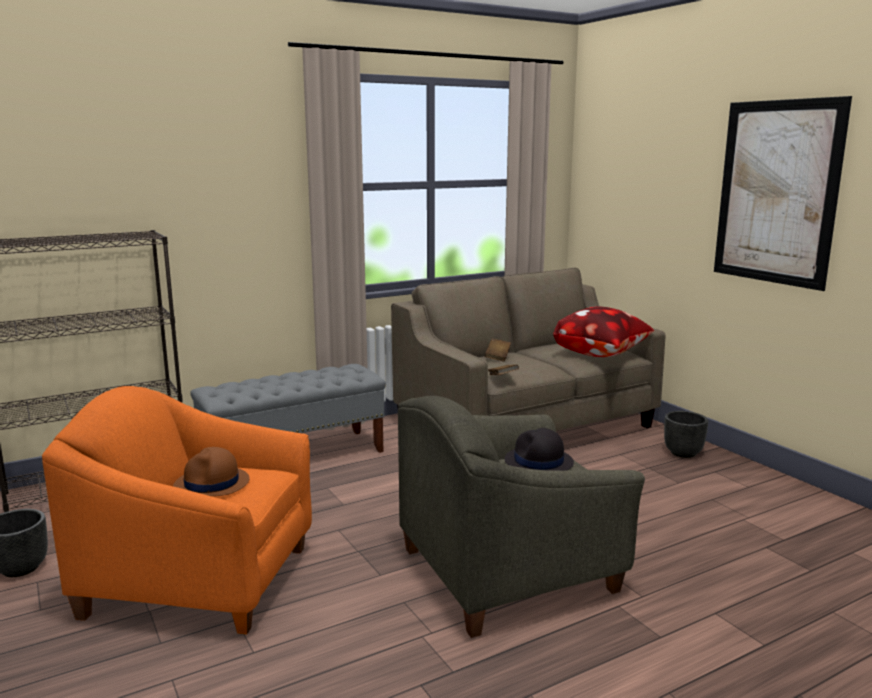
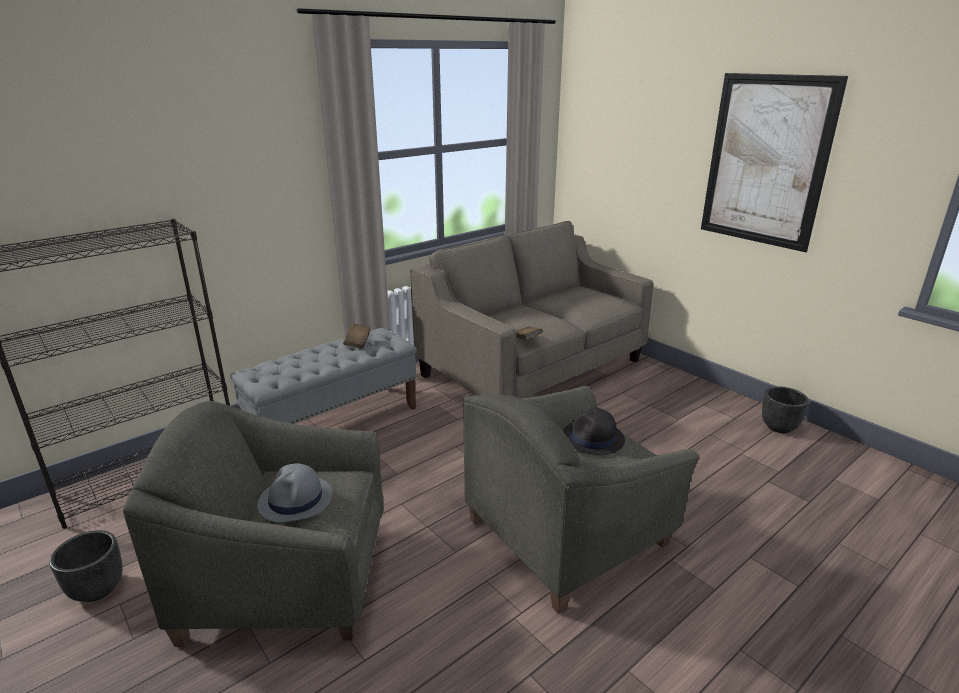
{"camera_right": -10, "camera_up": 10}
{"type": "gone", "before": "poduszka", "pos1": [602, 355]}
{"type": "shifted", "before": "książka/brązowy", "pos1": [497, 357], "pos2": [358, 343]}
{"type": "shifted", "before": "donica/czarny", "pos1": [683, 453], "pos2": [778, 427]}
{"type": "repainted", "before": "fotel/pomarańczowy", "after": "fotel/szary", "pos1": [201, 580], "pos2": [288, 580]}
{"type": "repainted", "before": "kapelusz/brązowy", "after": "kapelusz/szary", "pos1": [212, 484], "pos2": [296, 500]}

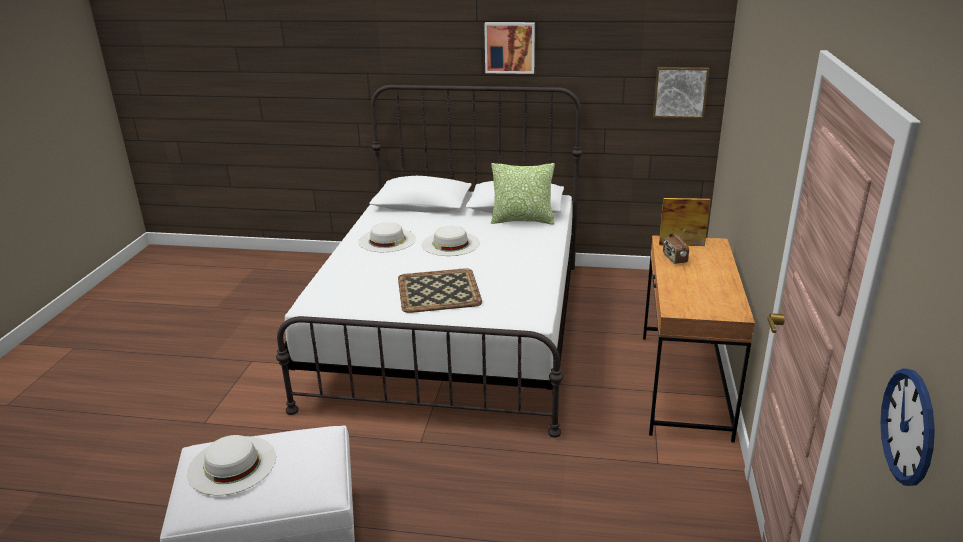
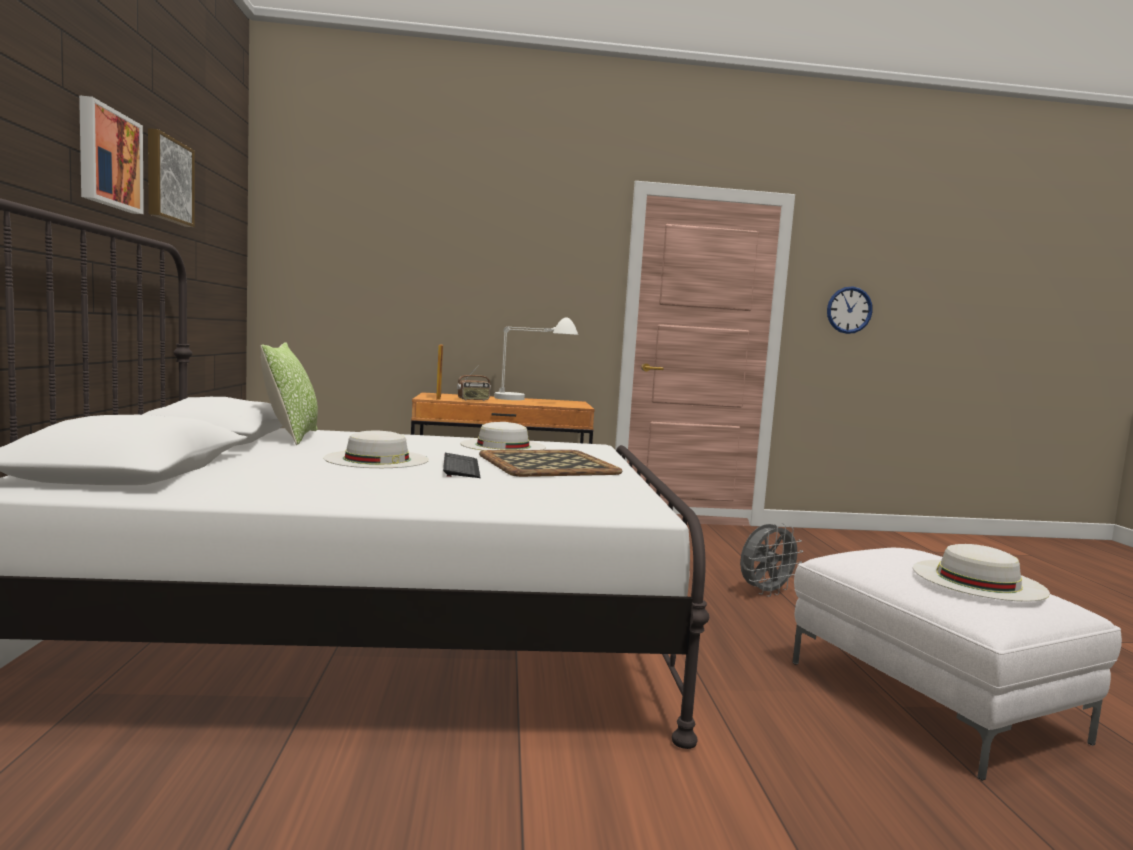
{"camera_right": -105, "camera_up": -20}
{"type": "new", "after": "klawiatura", "pos2": [461, 468]}
{"type": "new", "after": "lampa stołowa/biały", "pos2": [530, 401]}
{"type": "new", "after": "wentylator/szary", "pos2": [765, 592]}
{"type": "shifted", "before": "kapelusz/biały", "pos1": [387, 240], "pos2": [503, 445]}
{"type": "shifted", "before": "obraz", "pos1": [680, 92], "pos2": [167, 180]}

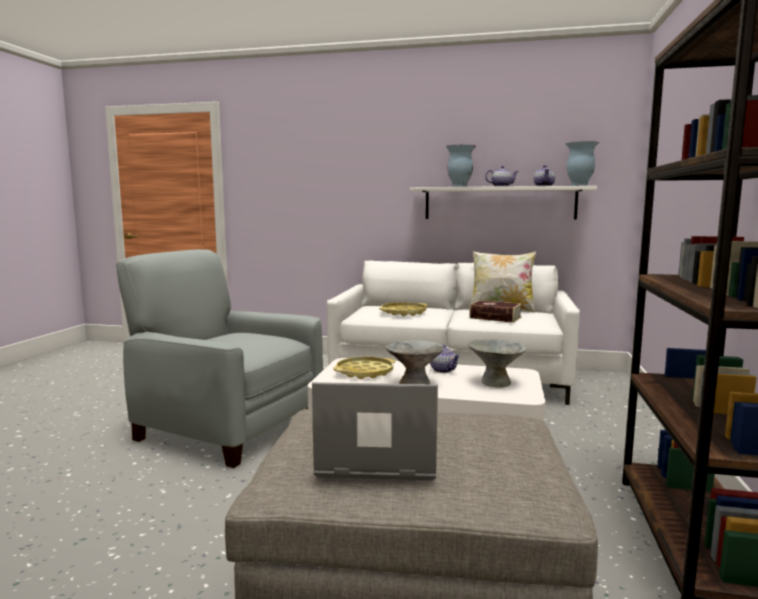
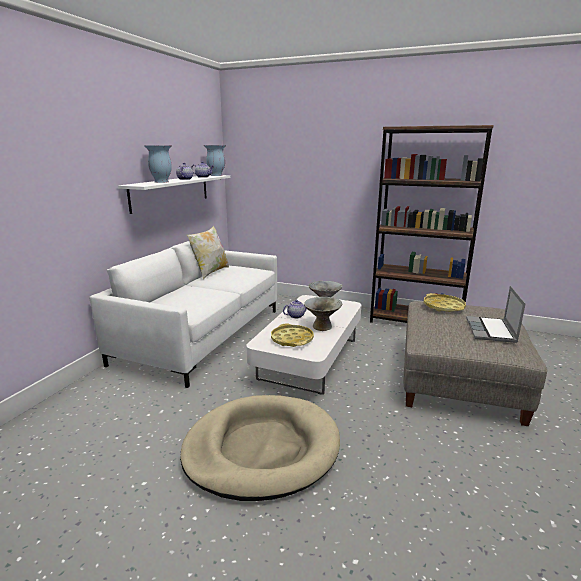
{"camera_right": -80, "camera_up": 10}
{"type": "gone", "before": "książka", "pos1": [495, 317]}
{"type": "shifted", "before": "taca/żółty", "pos1": [403, 313], "pos2": [443, 306]}
{"type": "swapped", "before": "fotel/szary", "after": "legowisko/beżowy", "pos1": [228, 427], "pos2": [261, 449]}

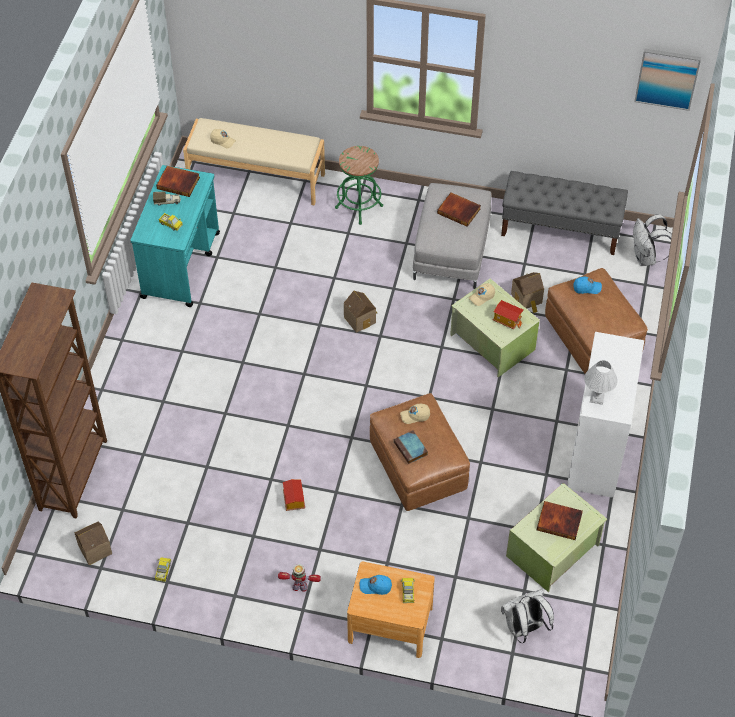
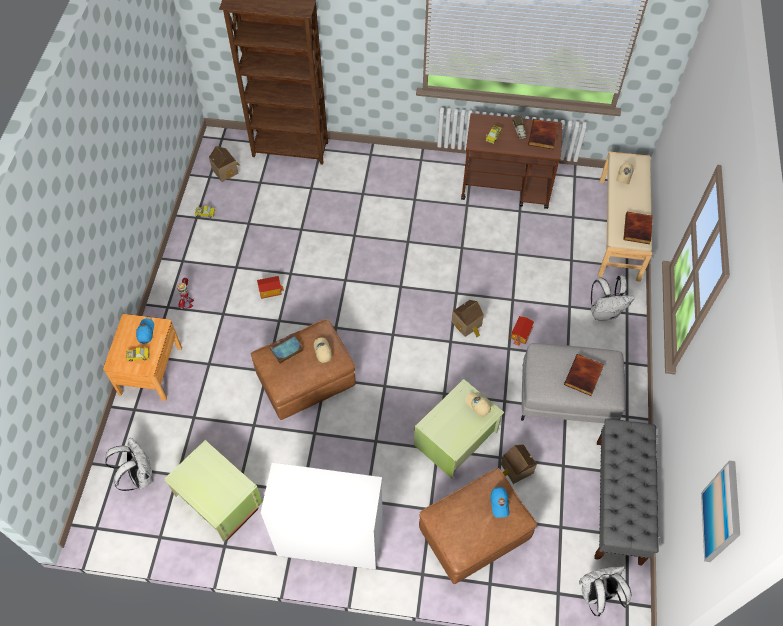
{"camera_right": 85, "camera_up": 5}
{"type": "gone", "before": "lampa stołowa/biały", "pos1": [596, 398]}
{"type": "shifted", "before": "domek", "pos1": [507, 320], "pos2": [521, 334]}
{"type": "shifted", "before": "książka", "pos1": [559, 521], "pos2": [638, 229]}
{"type": "swapped", "before": "stołek/zielony", "after": "plecak/biały", "pos1": [359, 207], "pos2": [604, 312]}
{"type": "repainted", "before": "wózek/turkusowy", "after": "wózek/brązowy", "pos1": [181, 264], "pos2": [506, 187]}

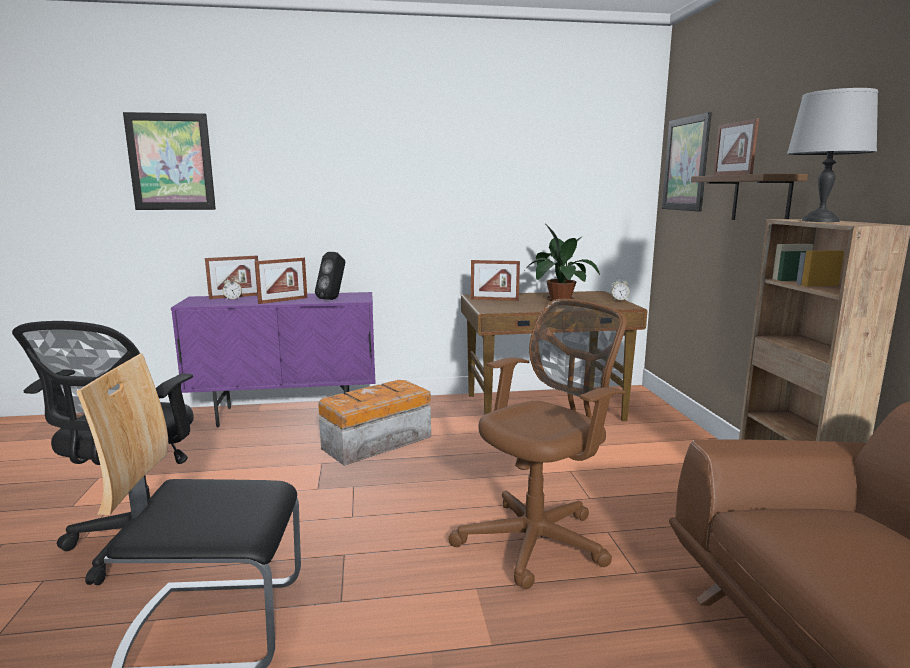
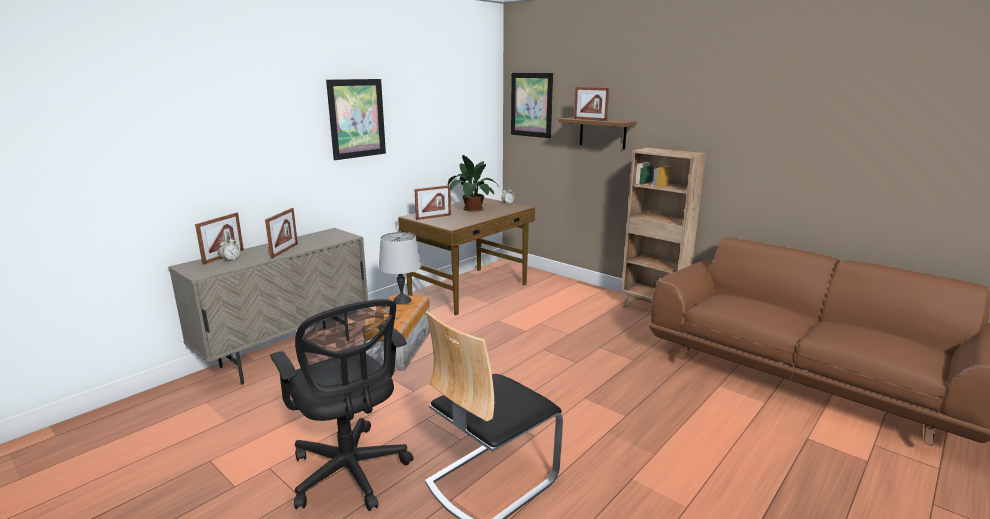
{"camera_right": -40, "camera_up": 5}
{"type": "gone", "before": "głośnik/czarny", "pos1": [333, 299]}
{"type": "gone", "before": "krzesło biurowe/brązowy", "pos1": [538, 540]}
{"type": "shifted", "before": "obraz", "pos1": [171, 162], "pos2": [357, 118]}
{"type": "shifted", "before": "lampa stołowa/szary", "pos1": [821, 221], "pos2": [402, 300]}
{"type": "repainted", "before": "szafka/fioletowy", "after": "szafka/beżowy", "pos1": [287, 414], "pos2": [288, 353]}

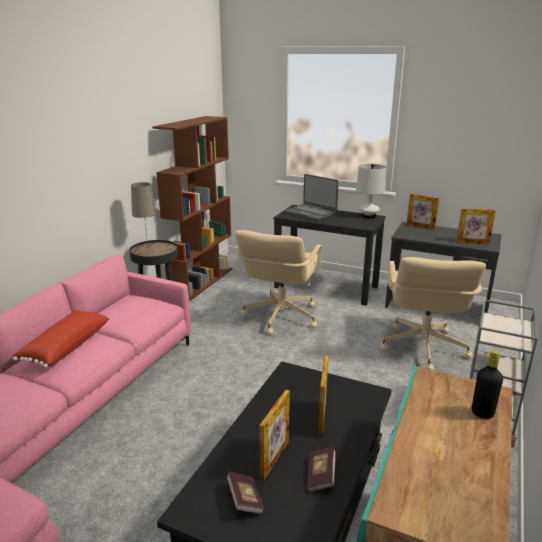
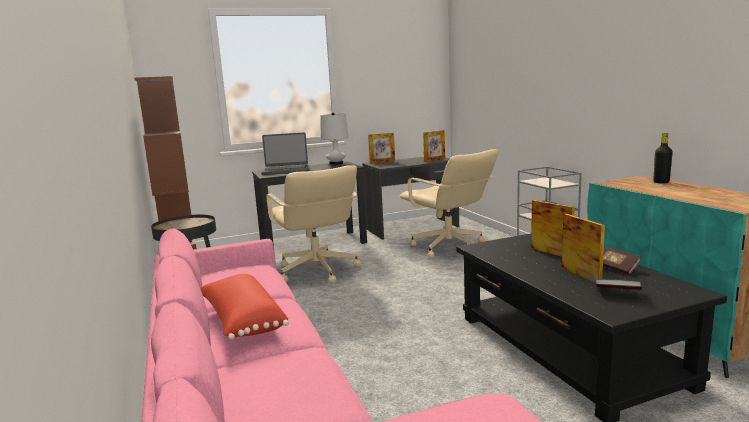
{"camera_right": -45, "camera_up": -10}
{"type": "gone", "before": "lampa stołowa/beżowy", "pos1": [148, 254]}

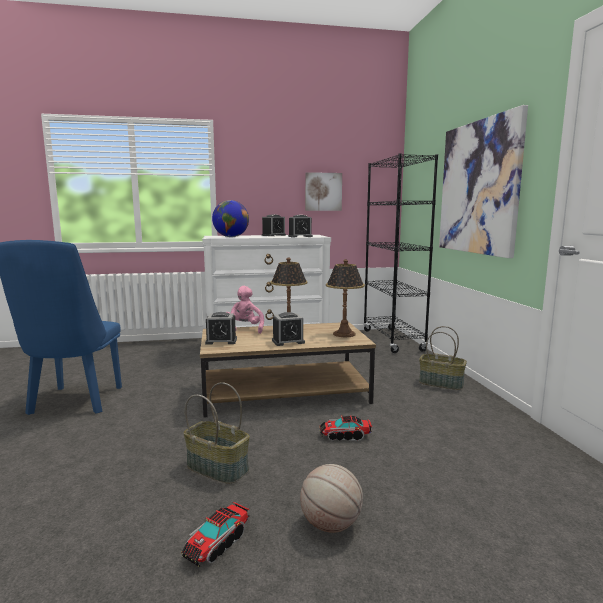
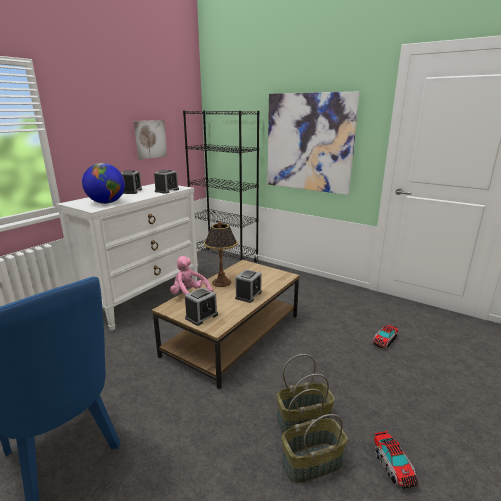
{"camera_right": -45, "camera_up": 10}
{"type": "gone", "before": "piłka do koszykówki", "pos1": [330, 525]}
{"type": "gone", "before": "lampa stołowa", "pos1": [344, 334]}
{"type": "shifted", "before": "ciężarówka zabawkowa", "pos1": [344, 436], "pos2": [384, 341]}
{"type": "shifted", "before": "koszyk", "pos1": [441, 383], "pos2": [312, 462]}

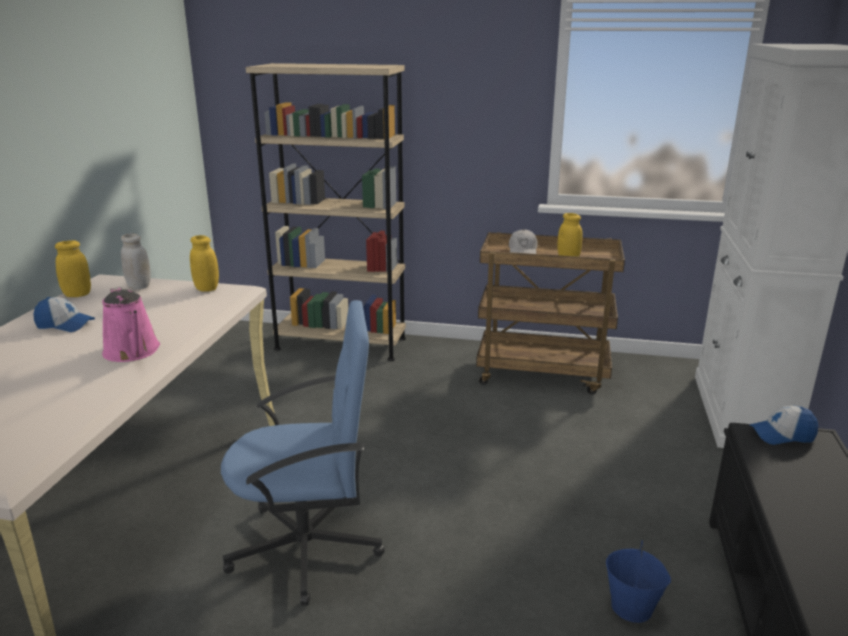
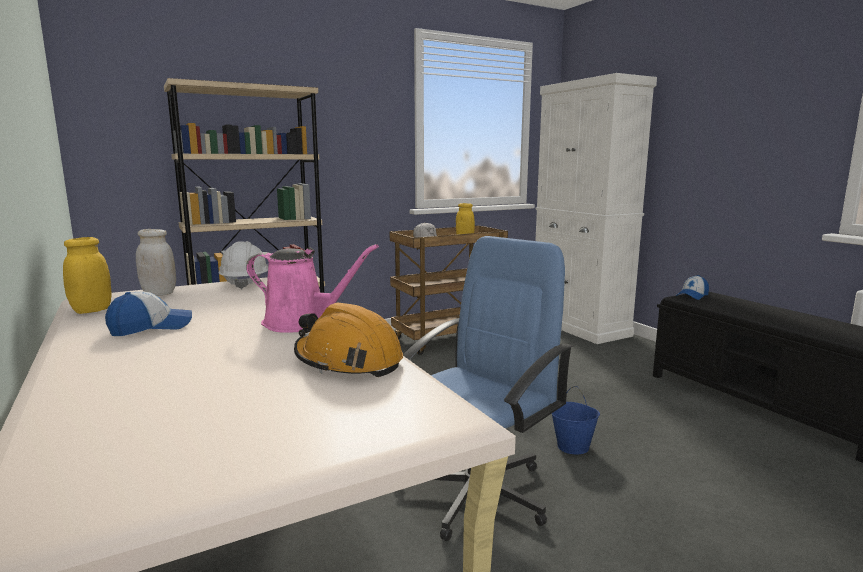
{"camera_right": -40, "camera_up": -10}
{"type": "new", "after": "kask/pomarańczowy", "pos2": [348, 361]}
{"type": "shifted", "before": "wiadro/niebieski", "pos1": [632, 607], "pos2": [573, 446]}
{"type": "swapped", "before": "słoik/żółty", "after": "kask/biały", "pos1": [207, 288], "pos2": [245, 283]}

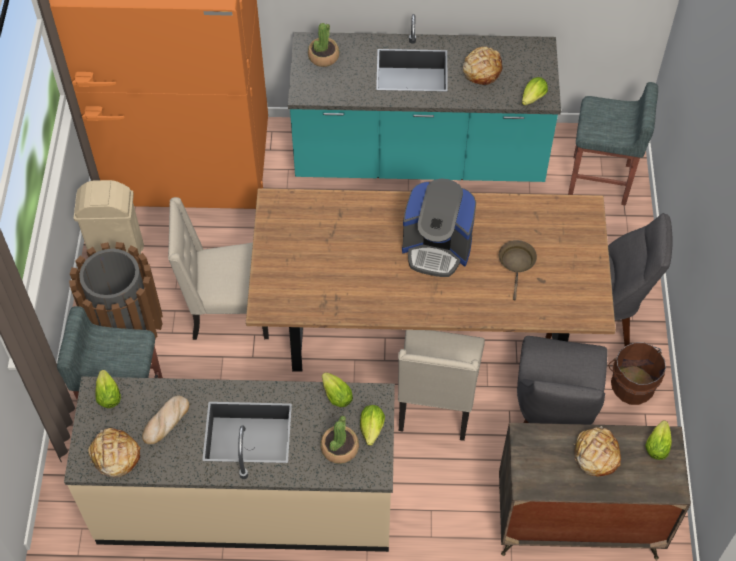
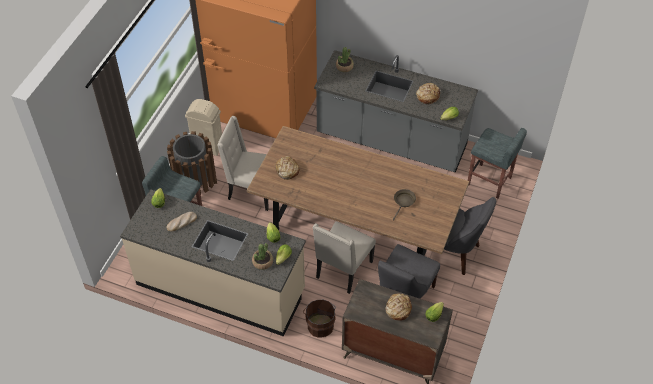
{"camera_right": 20, "camera_up": -5}
{"type": "gone", "before": "ekspres do kawy", "pos1": [437, 248]}
{"type": "shifted", "before": "chleb", "pos1": [115, 456], "pos2": [287, 170]}
{"type": "shifted", "before": "wiadro/brązowy", "pos1": [631, 383], "pos2": [320, 324]}
{"type": "repainted", "before": "zabudowa kuchenna/turkusowy", "after": "zabudowa kuchenna/szary", "pos1": [419, 158], "pos2": [391, 141]}

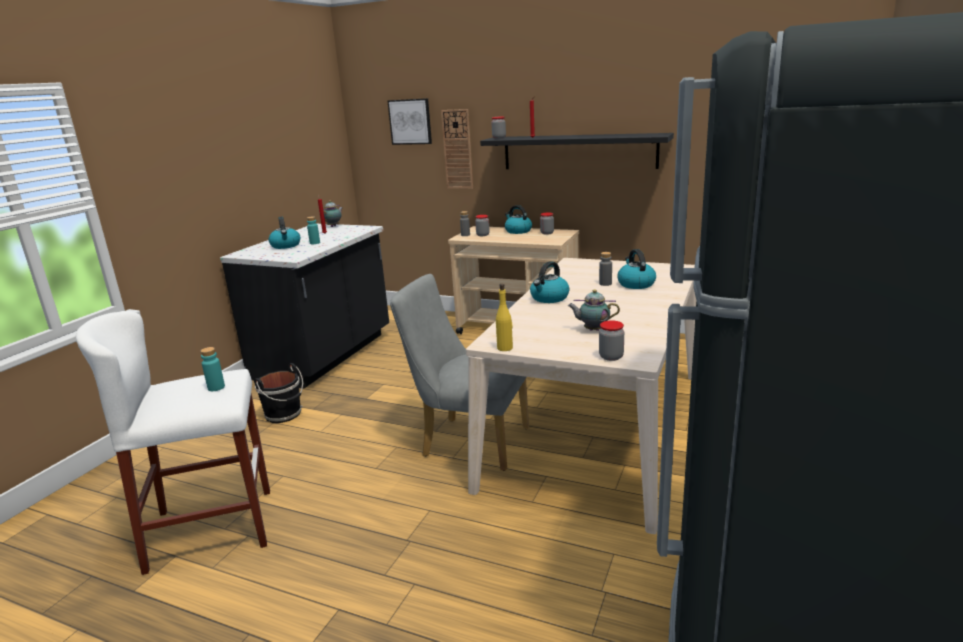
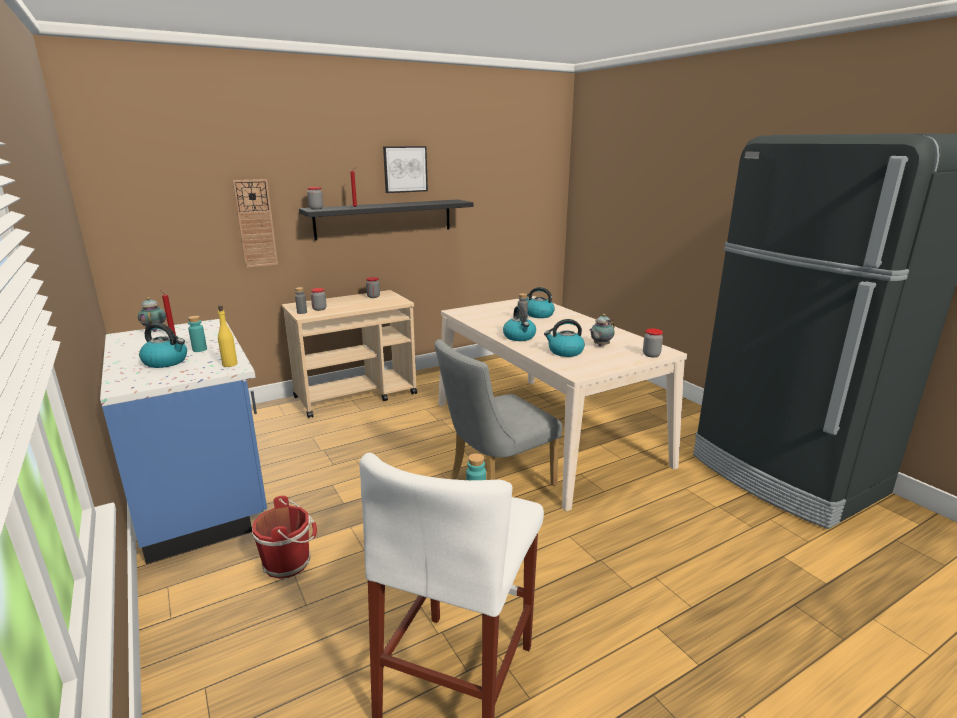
{"camera_right": -55, "camera_up": 0}
{"type": "shifted", "before": "obraz", "pos1": [410, 121], "pos2": [405, 169]}
{"type": "shifted", "before": "butelka/żółty", "pos1": [505, 348], "pos2": [230, 364]}
{"type": "shifted", "before": "czajnik", "pos1": [518, 231], "pos2": [565, 352]}
{"type": "repainted", "before": "zabudowa kuchenna/czarny", "after": "zabudowa kuchenna/niebieski", "pos1": [325, 356], "pos2": [203, 495]}
{"type": "repainted", "before": "wiadro/czarny", "after": "wiadro/czerwony", "pos1": [284, 414], "pos2": [289, 562]}

